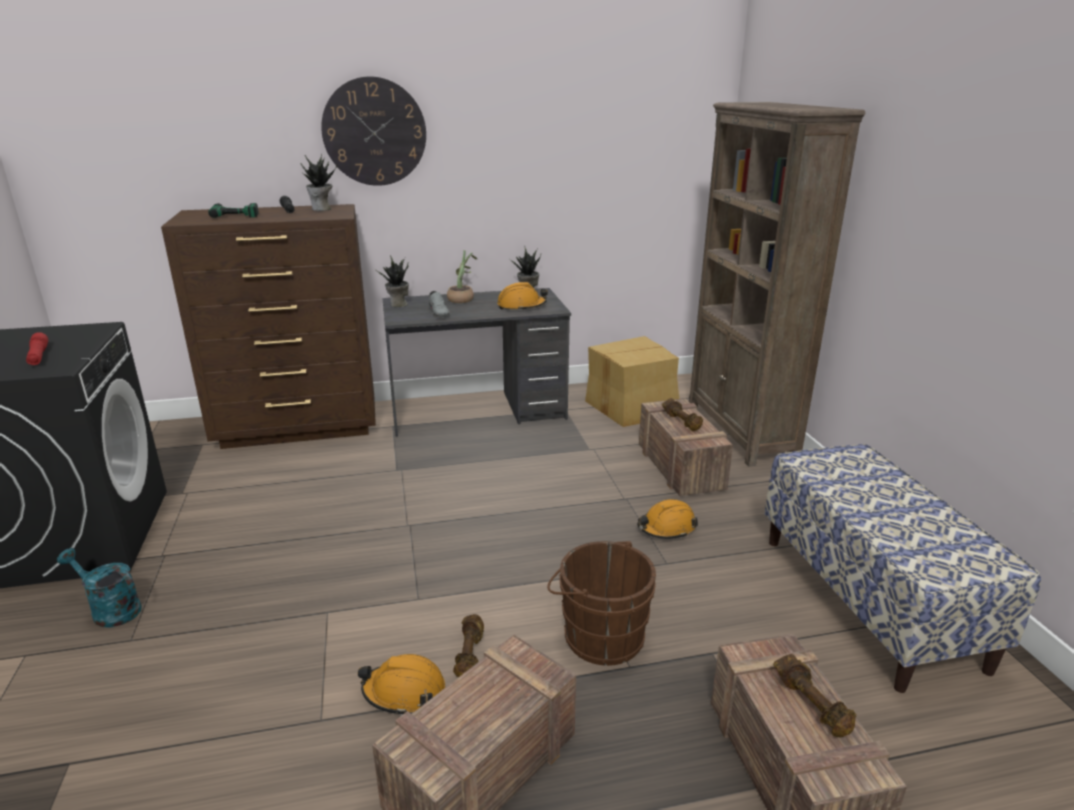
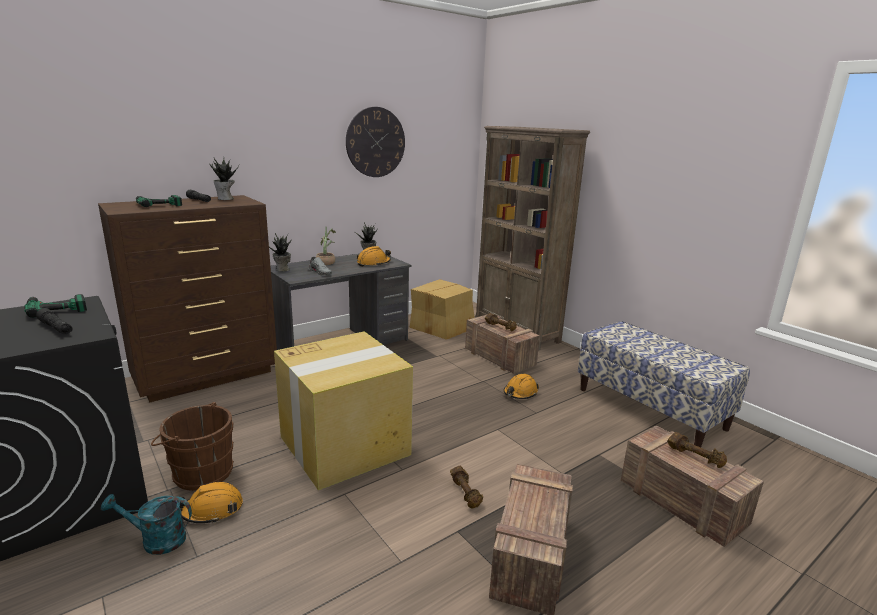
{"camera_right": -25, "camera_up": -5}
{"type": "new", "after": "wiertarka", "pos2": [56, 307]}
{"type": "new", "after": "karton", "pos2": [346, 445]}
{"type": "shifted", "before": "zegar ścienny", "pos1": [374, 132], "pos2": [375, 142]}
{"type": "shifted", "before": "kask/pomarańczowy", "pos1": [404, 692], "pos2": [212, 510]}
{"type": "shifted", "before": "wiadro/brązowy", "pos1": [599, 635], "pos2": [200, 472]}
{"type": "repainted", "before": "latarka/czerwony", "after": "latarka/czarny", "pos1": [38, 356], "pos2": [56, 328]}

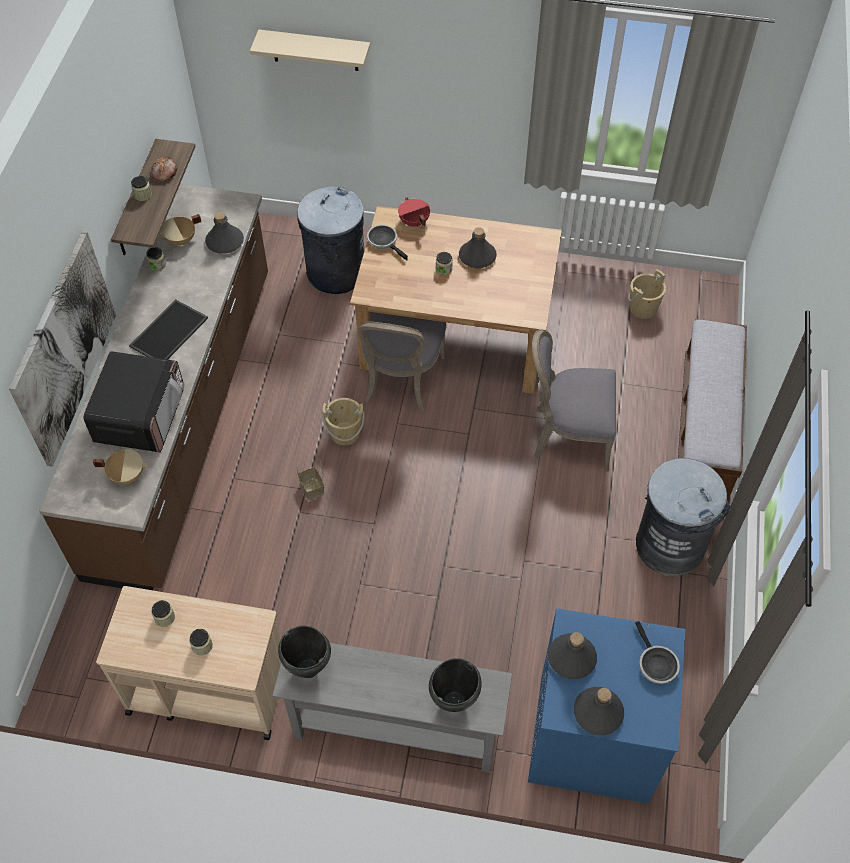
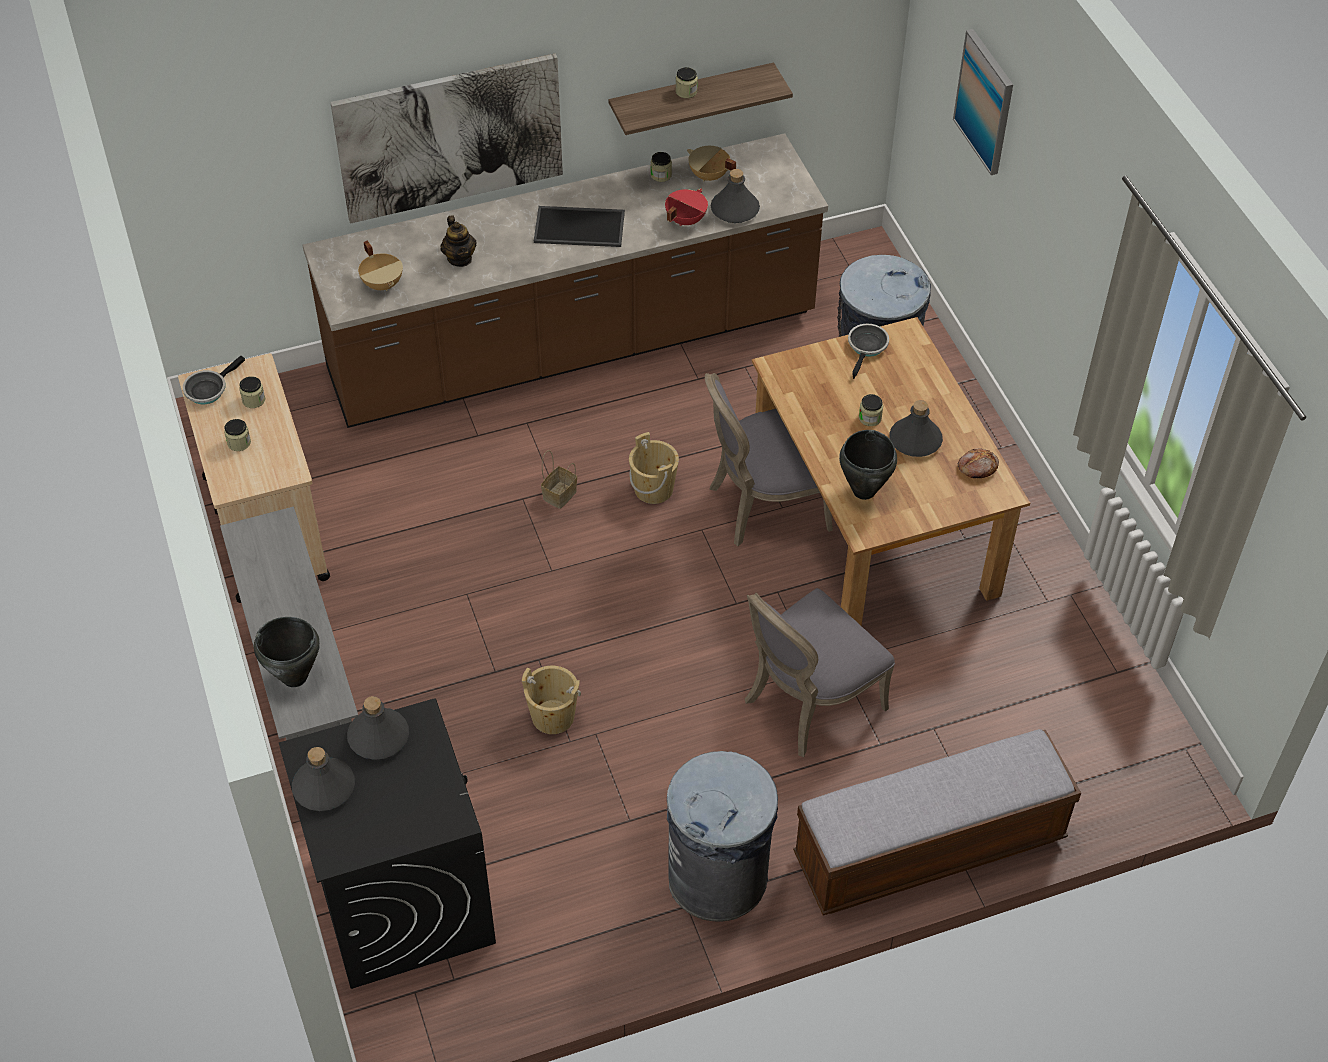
{"camera_right": 60, "camera_up": -5}
{"type": "shifted", "before": "chleb", "pos1": [164, 172], "pos2": [977, 467]}
{"type": "shifted", "before": "garnek/czarny", "pos1": [308, 669], "pos2": [863, 491]}
{"type": "shifted", "before": "garnek/czerwony", "pos1": [413, 222], "pos2": [685, 220]}
{"type": "shifted", "before": "wiadro/beżowy", "pos1": [643, 308], "pos2": [553, 716]}
{"type": "shifted", "before": "patelnia", "pos1": [655, 664], "pos2": [208, 389]}
{"type": "swapped", "before": "mikrofalówka", "after": "imbryk", "pos1": [141, 416], "pos2": [460, 258]}
{"type": "swapped", "before": "półka/beżowy", "after": "obraz", "pos1": [315, 50], "pos2": [985, 101]}
{"type": "repainted", "before": "pralka/niebieski", "after": "pralka/czarny", "pos1": [592, 738], "pos2": [402, 898]}
{"type": "rotated", "before": "krzesło/szary", "pos1": [568, 435], "pos2": [808, 703], "turn": -105}

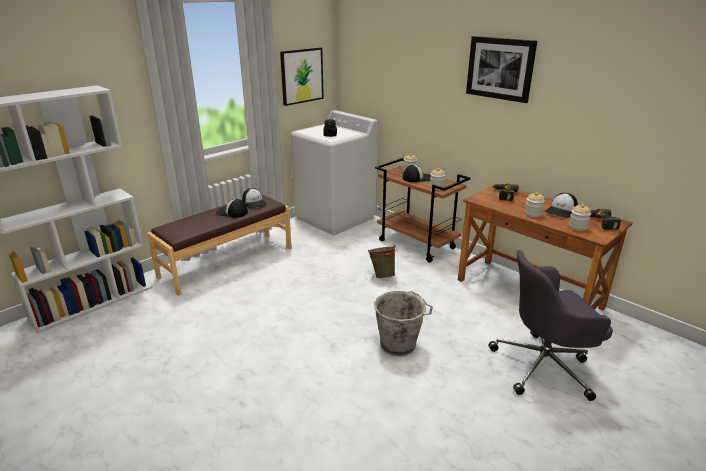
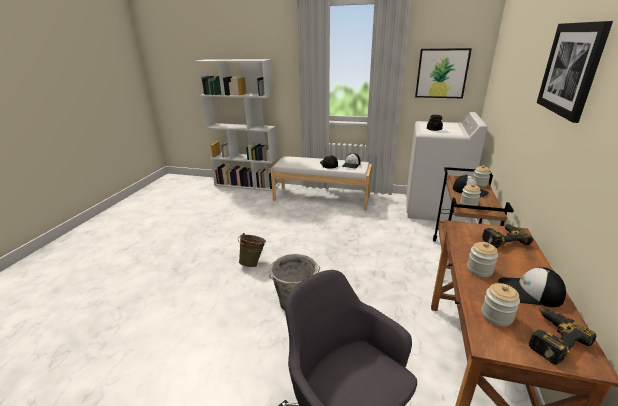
{"camera_right": 60, "camera_up": 0}
{"type": "shifted", "before": "wiadro/zielony", "pos1": [382, 275], "pos2": [253, 262]}
{"type": "repainted", "before": "ławka/brązowy", "after": "ławka/biały", "pos1": [227, 261], "pos2": [321, 198]}

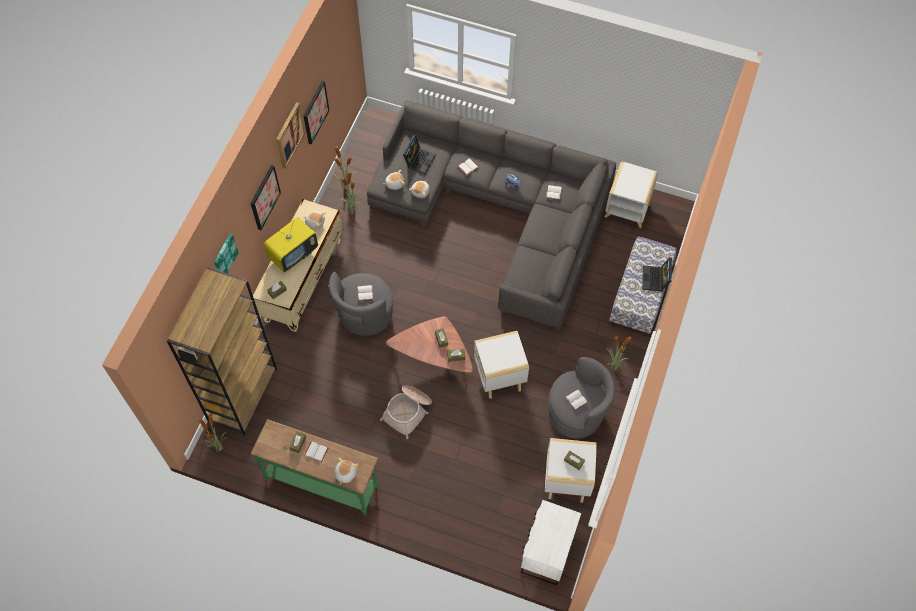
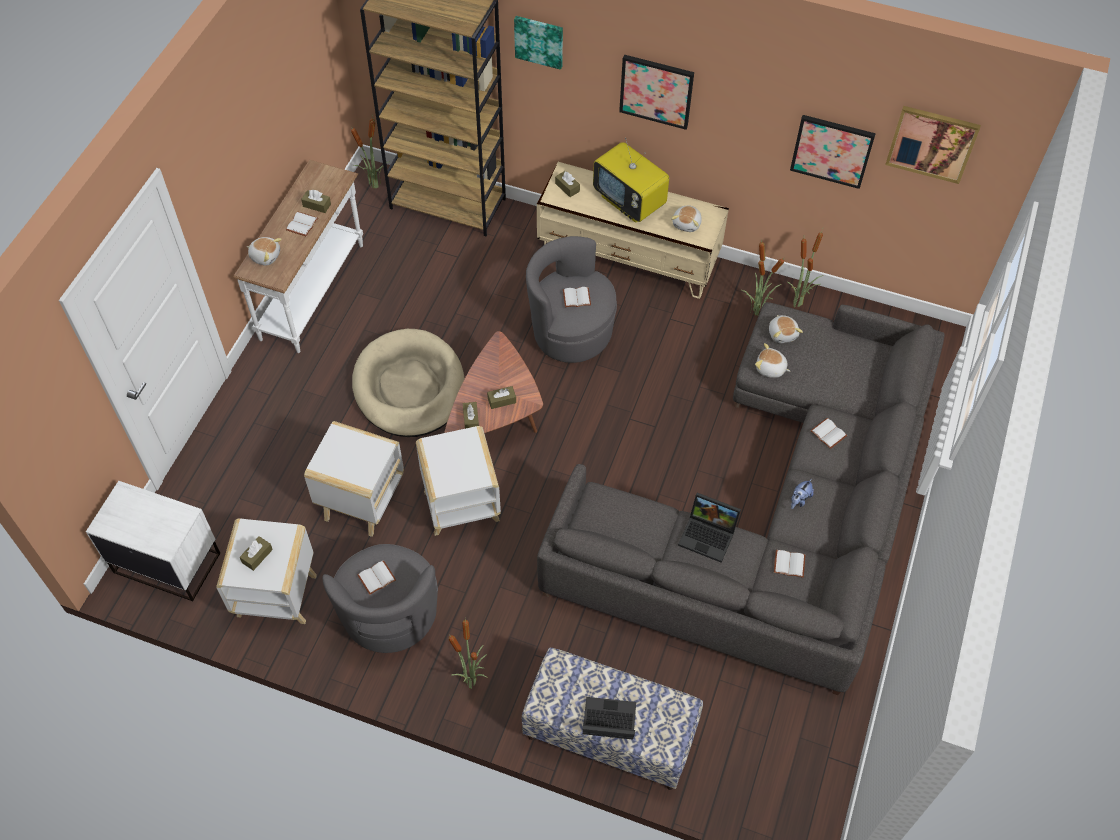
{"camera_right": 90, "camera_up": -5}
{"type": "shifted", "before": "obraz", "pos1": [289, 135], "pos2": [932, 143]}
{"type": "shifted", "before": "laptop", "pos1": [419, 159], "pos2": [709, 535]}
{"type": "shifted", "before": "stolik/biały", "pos1": [627, 210], "pos2": [362, 502]}
{"type": "swapped", "before": "koszyk", "after": "legowisko/beżowy", "pos1": [408, 412], "pos2": [409, 387]}
{"type": "repainted", "before": "stolik konsolowy/zielony", "after": "stolik konsolowy/biały", "pos1": [322, 482], "pos2": [314, 292]}

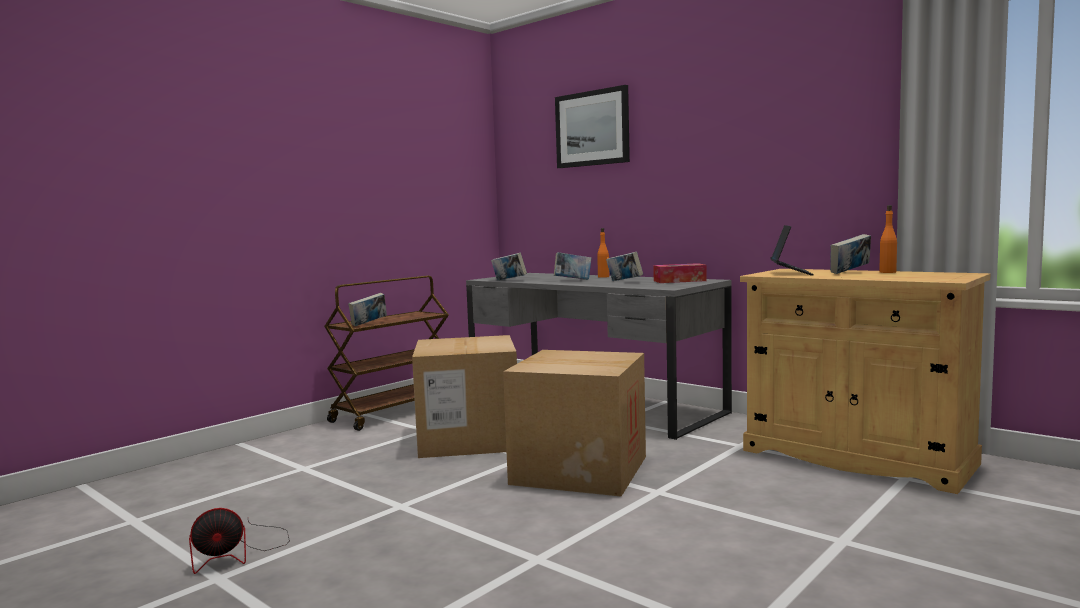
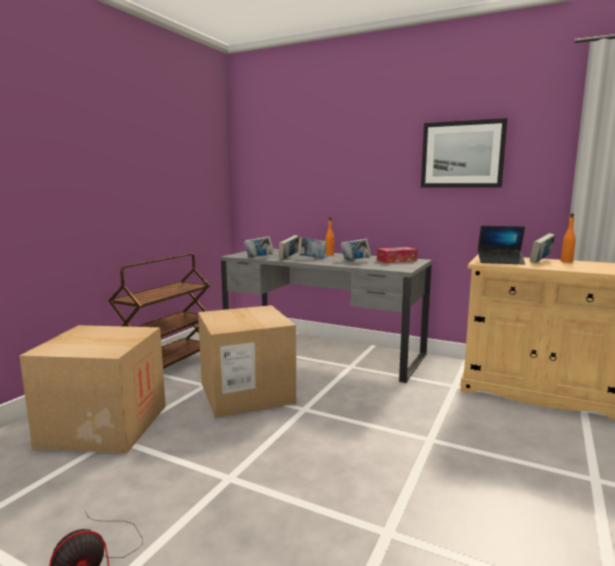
{"camera_right": -15, "camera_up": 5}
{"type": "shifted", "before": "książka", "pos1": [368, 324], "pos2": [288, 258]}
{"type": "shifted", "before": "karton", "pos1": [580, 470], "pos2": [104, 425]}
{"type": "shifted", "before": "obraz", "pos1": [592, 128], "pos2": [462, 154]}
{"type": "rotated", "before": "laptop", "pos1": [791, 273], "pos2": [500, 261], "turn": 105}

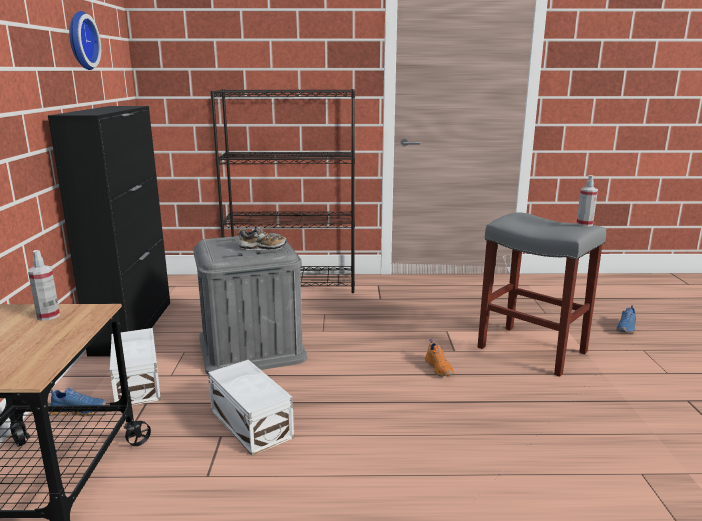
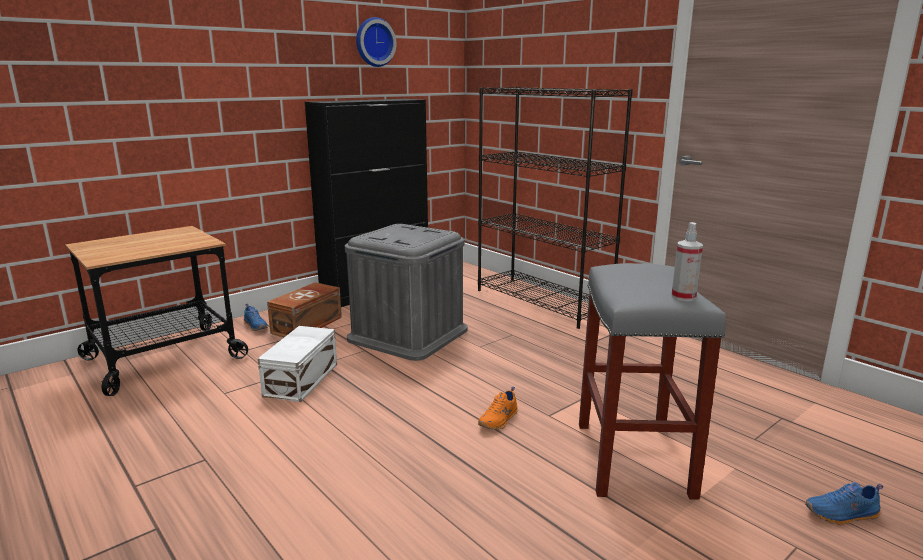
{"camera_right": 50, "camera_up": 0}
{"type": "gone", "before": "spryskiwacz", "pos1": [48, 316]}
{"type": "gone", "before": "but", "pos1": [262, 248]}
{"type": "repainted", "before": "pojemnik do przechowywania/biały", "after": "pojemnik do przechowywania/brązowy", "pos1": [138, 382], "pos2": [308, 325]}

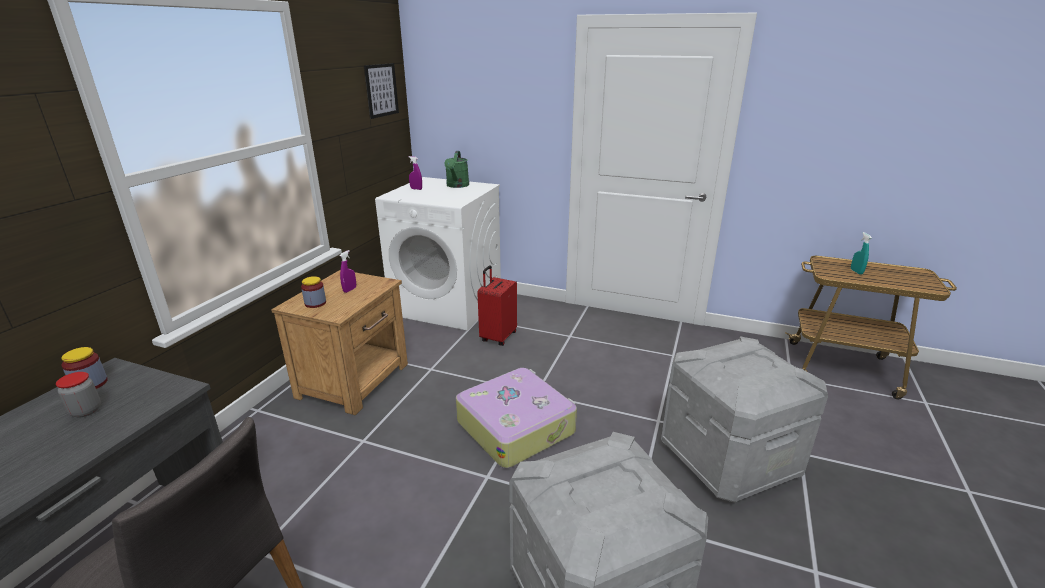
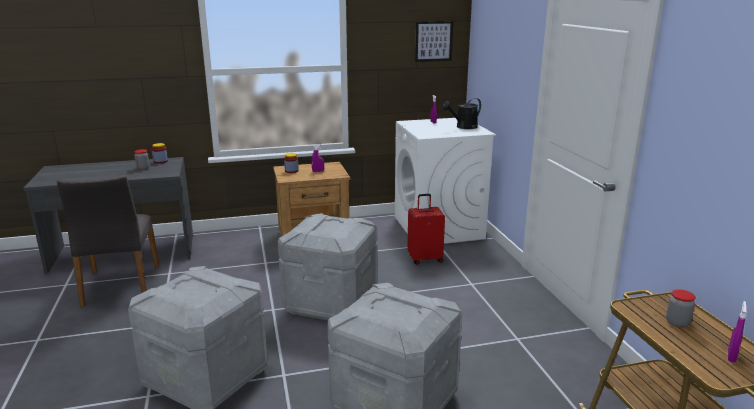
{"camera_right": 55, "camera_up": -5}
{"type": "new", "after": "spryskiwacz/fioletowy", "pos2": [731, 357]}
{"type": "swapped", "before": "walizka", "after": "pojemnik do przechowywania/szary", "pos1": [516, 426], "pos2": [330, 302]}
{"type": "swapped", "before": "spryskiwacz/turkusowy", "after": "słoik", "pos1": [856, 272], "pos2": [677, 322]}
{"type": "repainted", "before": "konewka/zielony", "after": "konewka/czarny", "pos1": [457, 186], "pos2": [463, 127]}

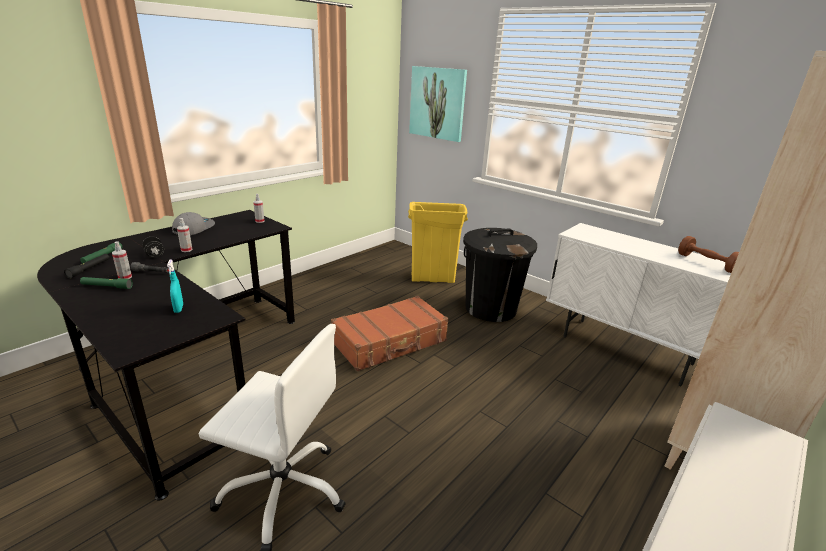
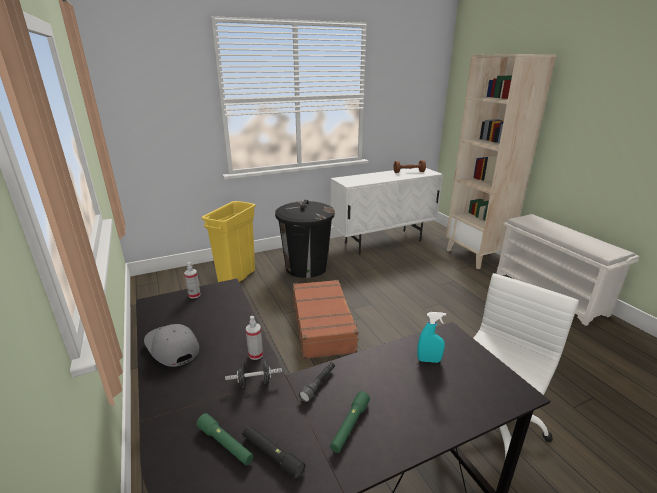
{"camera_right": -65, "camera_up": 0}
{"type": "gone", "before": "spryskiwacz", "pos1": [125, 277]}
{"type": "gone", "before": "obraz", "pos1": [437, 103]}

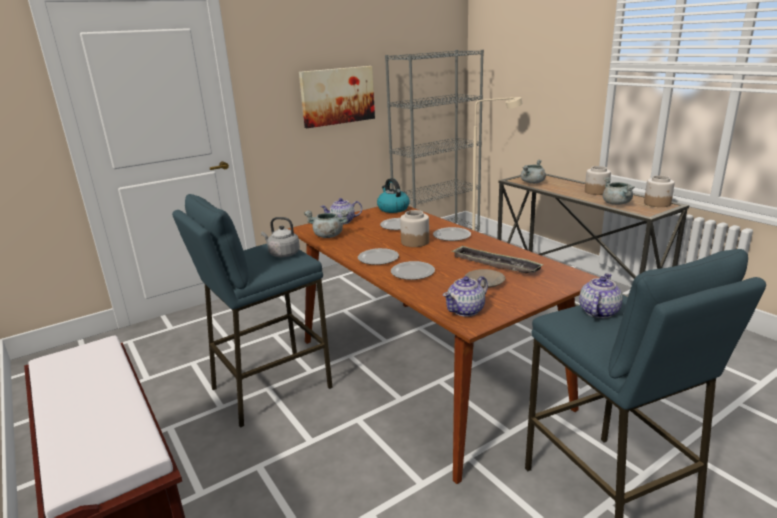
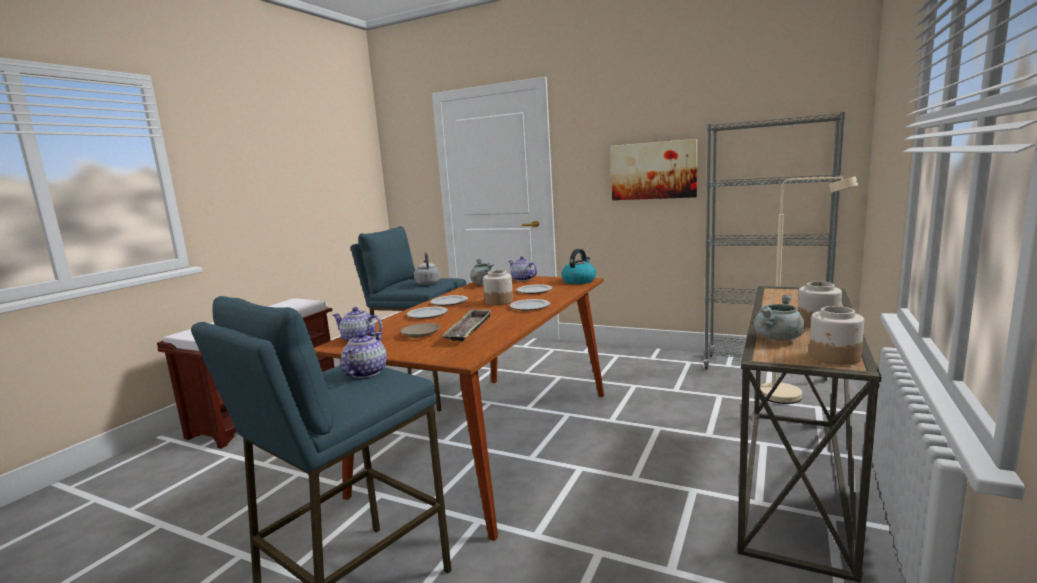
{"camera_right": 60, "camera_up": -10}
{"type": "gone", "before": "garnek/szary", "pos1": [532, 182]}
{"type": "rotated", "before": "imbryk", "pos1": [598, 312], "pos2": [365, 373], "turn": -75}

